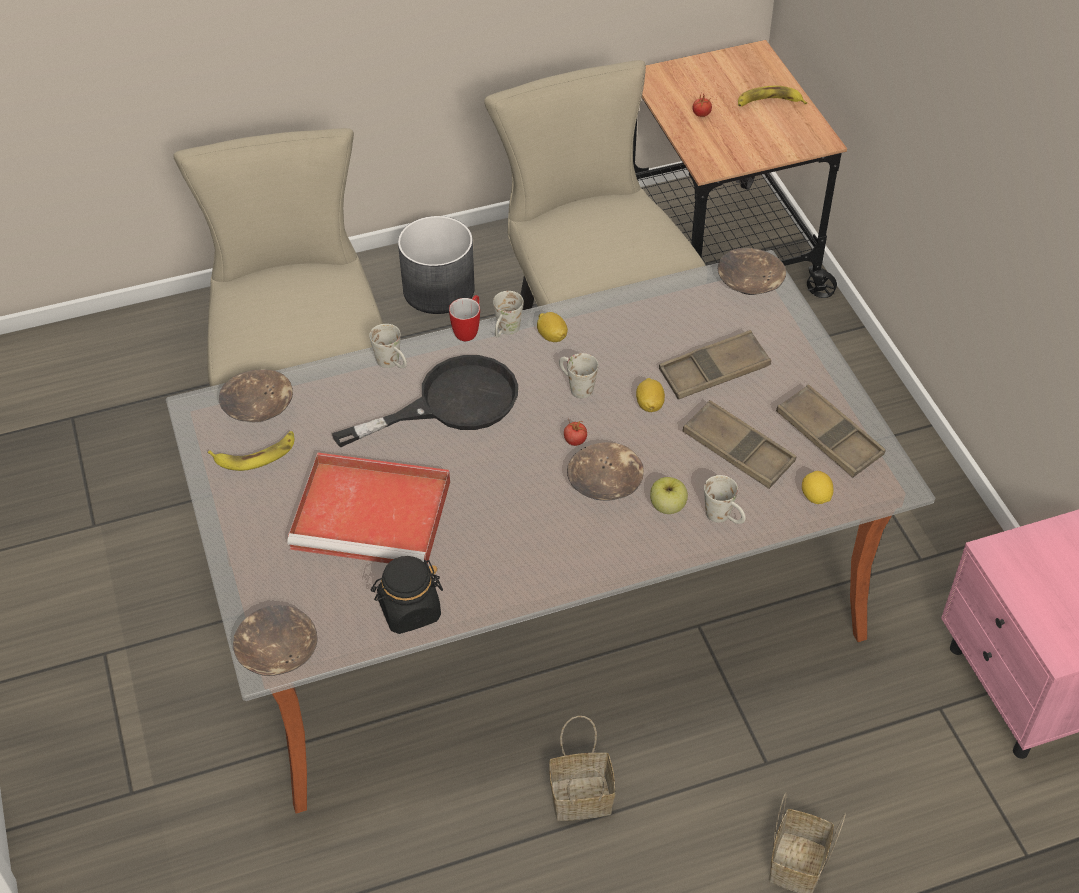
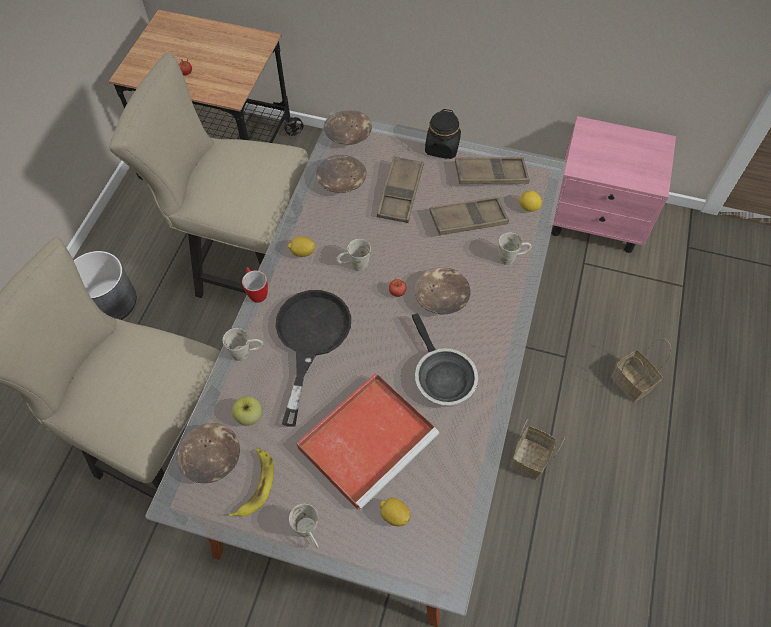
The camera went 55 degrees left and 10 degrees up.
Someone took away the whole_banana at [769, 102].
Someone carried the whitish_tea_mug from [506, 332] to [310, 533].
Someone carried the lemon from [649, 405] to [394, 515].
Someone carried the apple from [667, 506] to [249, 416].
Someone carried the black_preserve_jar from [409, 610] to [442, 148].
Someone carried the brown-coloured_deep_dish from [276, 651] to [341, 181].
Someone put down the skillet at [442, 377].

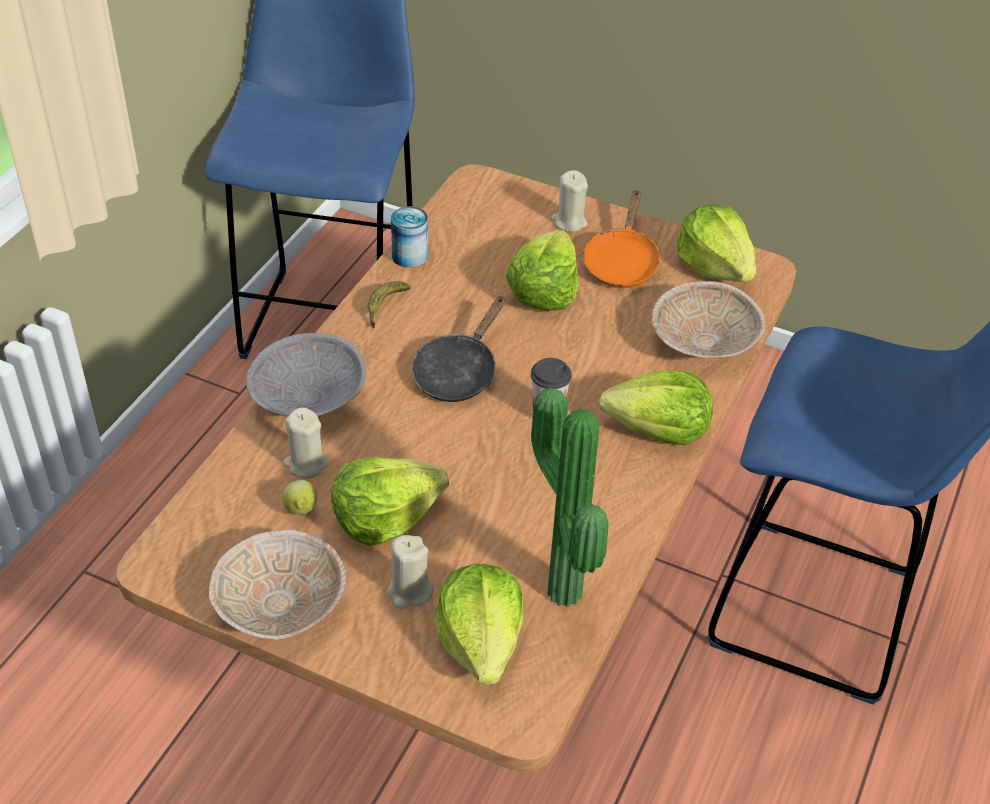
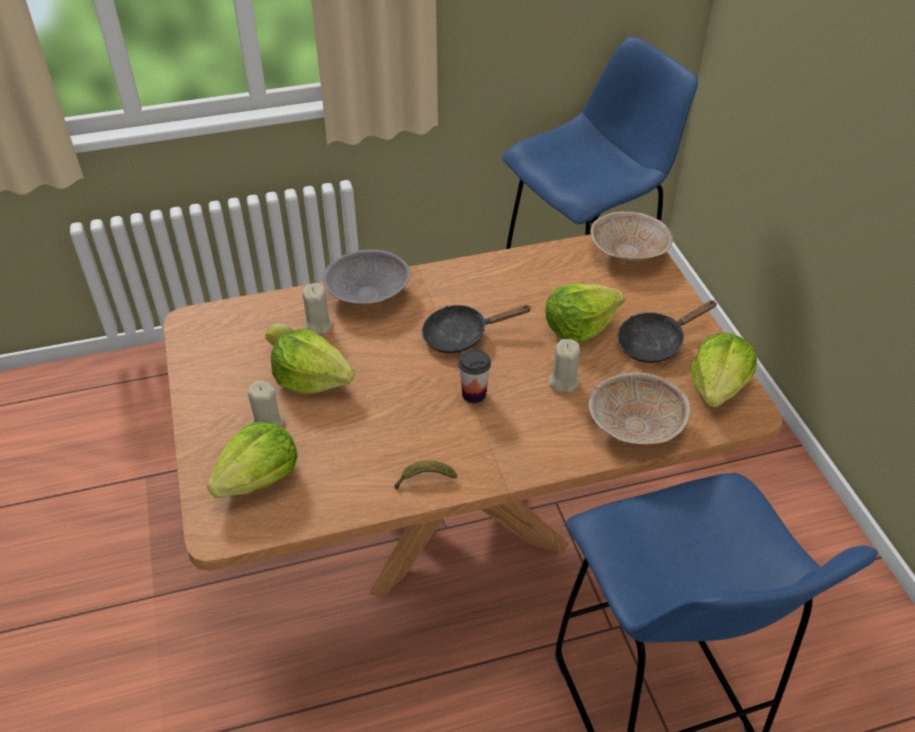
The camera went 50 degrees right and 0 degrees up.
Someone carried the beige_wax_light from [569, 222] to [563, 381].
Someone repainted the orange-coloured_skillet at [621, 262], which became the black_skillet at [655, 342].
Someone took away the sealed_can at [410, 256].
Someone carried the whole_banana from [385, 307] to [424, 479].
Someone took away the lettuce_head at [659, 430].
Someone took away the plant_in_a_pot at [558, 594].
Someone carried the beige_deep_dish from [281, 603] to [629, 252].

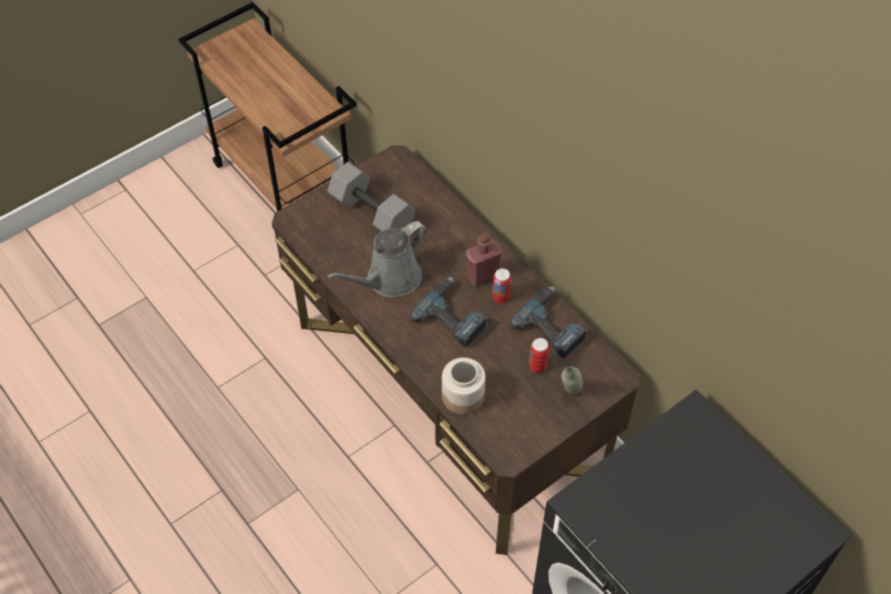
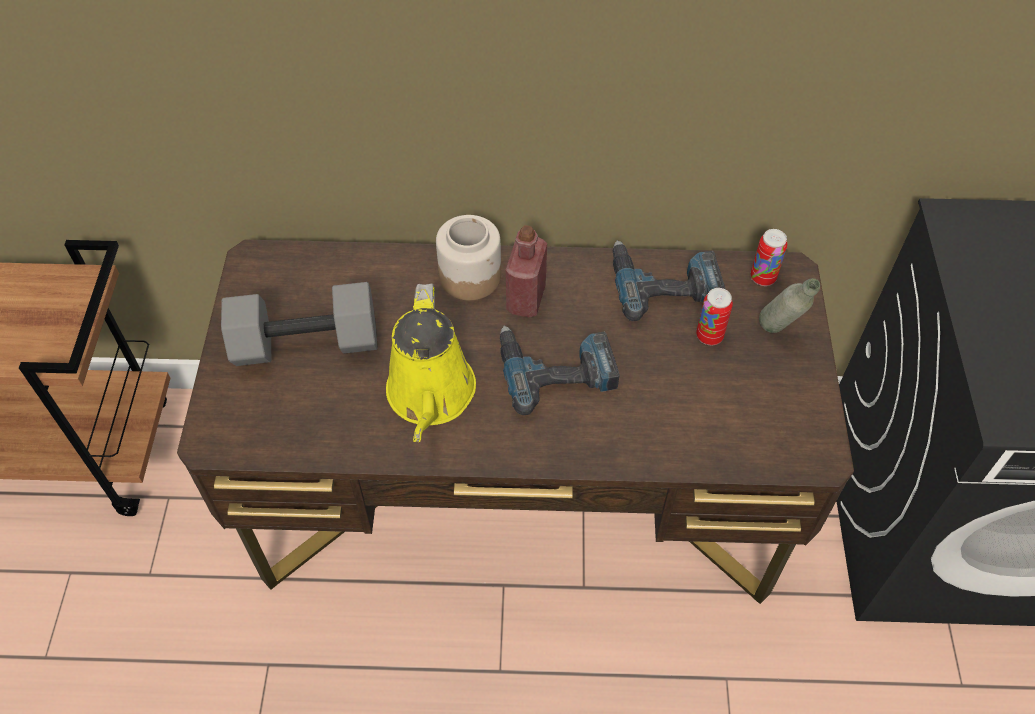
The camera went 50 degrees left and 0 degrees up.
Someone repainted the gray_watering_pot at [389, 279], which became the yellow_watering_pot at [431, 396].
Someone carried the sealed_can from [500, 297] to [762, 278].
Someone carried the preserve_jar from [463, 396] to [470, 276].

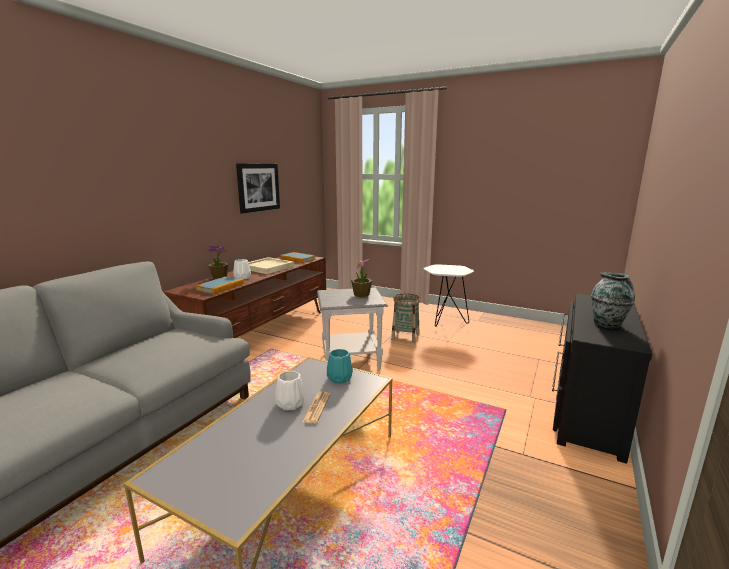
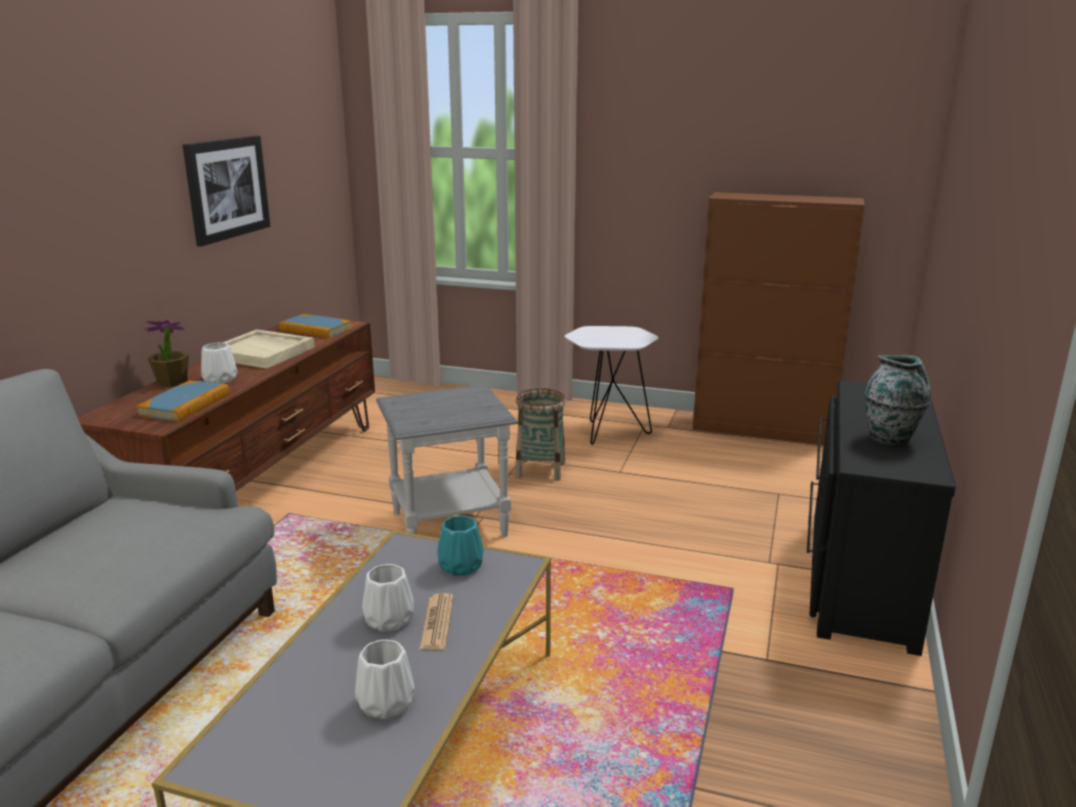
The camera went 10 degrees left and 5 degrees up.
Someone took away the plant_in_a_pot at [361, 295].
Someone put down the brown-coloured_cupboard at [763, 430].
Someone put down the whitish_flower_vase at [385, 703].

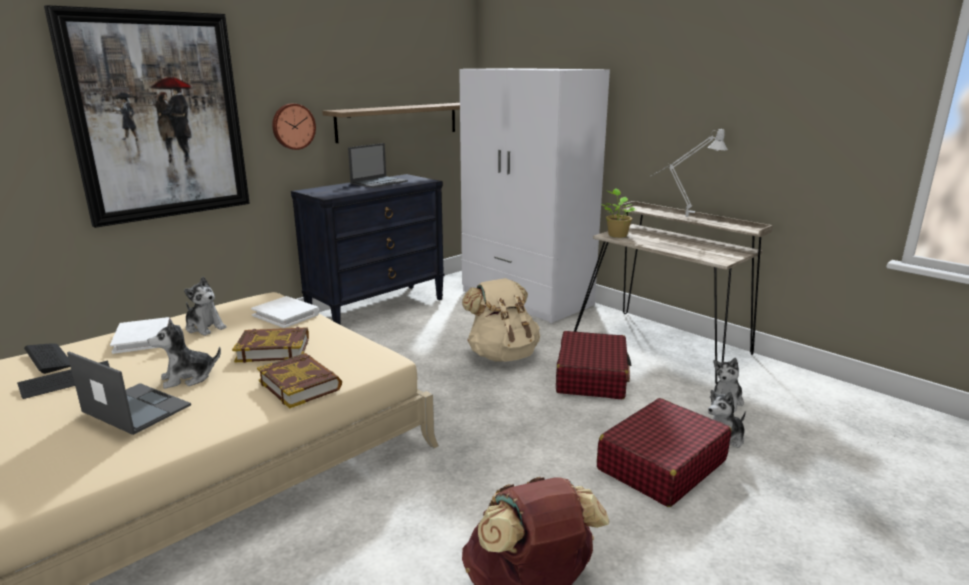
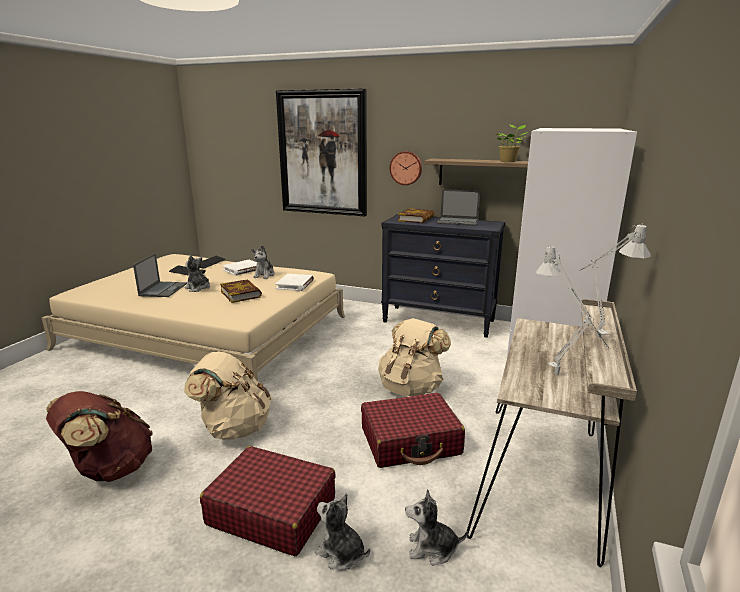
The camera went 65 degrees right and 0 degrees up.
Someone carried the plant_in_a_pot from [617, 235] to [508, 161].
Someone carried the bound_book from [300, 385] to [416, 219].
Someone put down the gray_tabletop_lamp at [561, 378].
Someone put down the beige_rucksack at [234, 428].

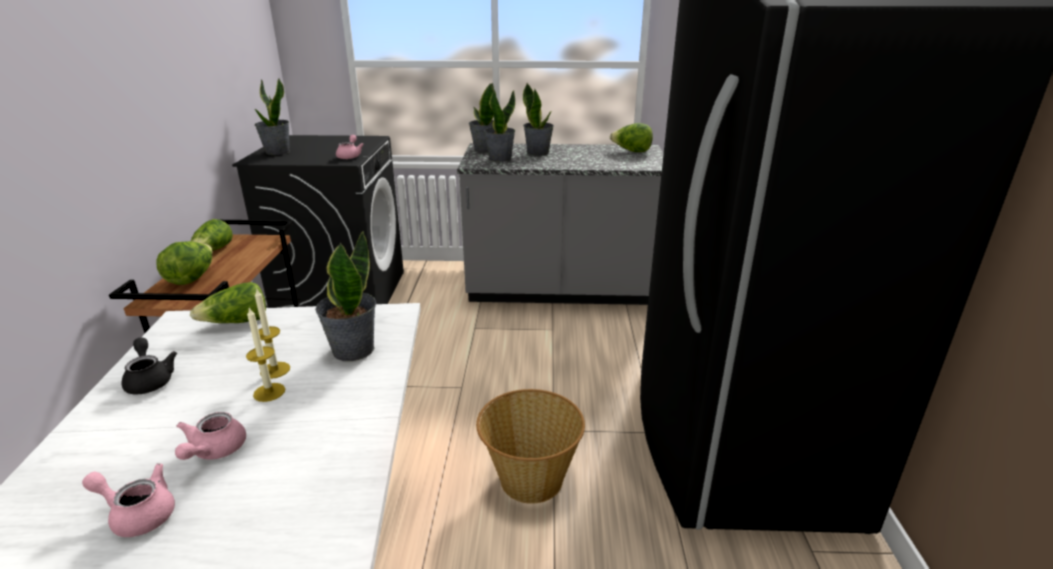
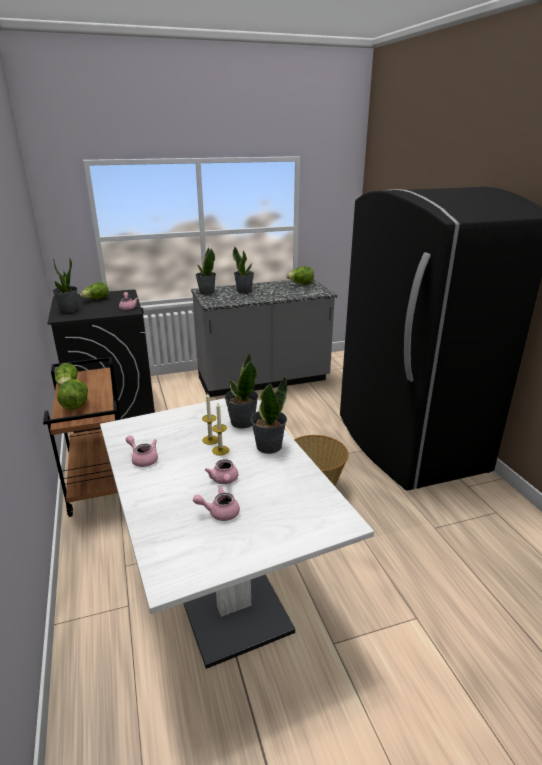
The camera went 20 degrees left and 0 degrees up.
Someone carried the plant_in_a_pot from [499, 158] to [268, 446].
Someone carried the lettuce_head from [237, 322] to [96, 299].
Someone repainted the black_tea_pot at [150, 380], which became the pink-coloured_tea_pot at [143, 459].

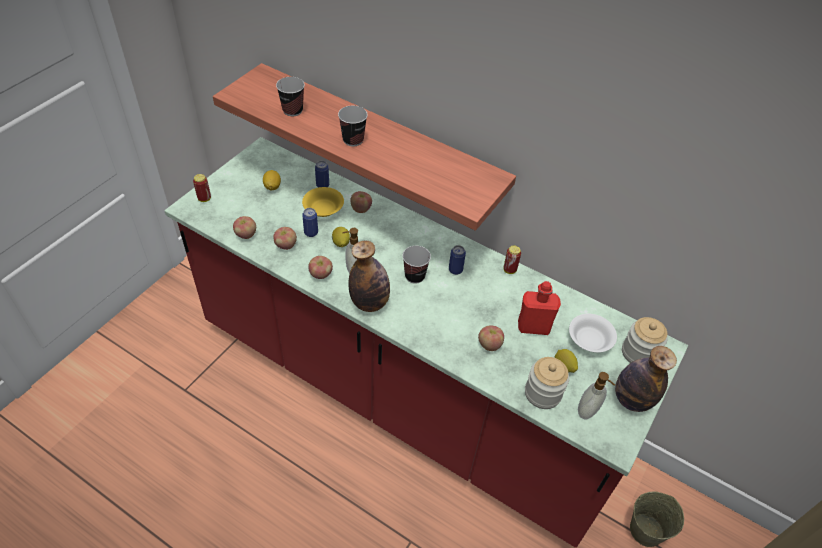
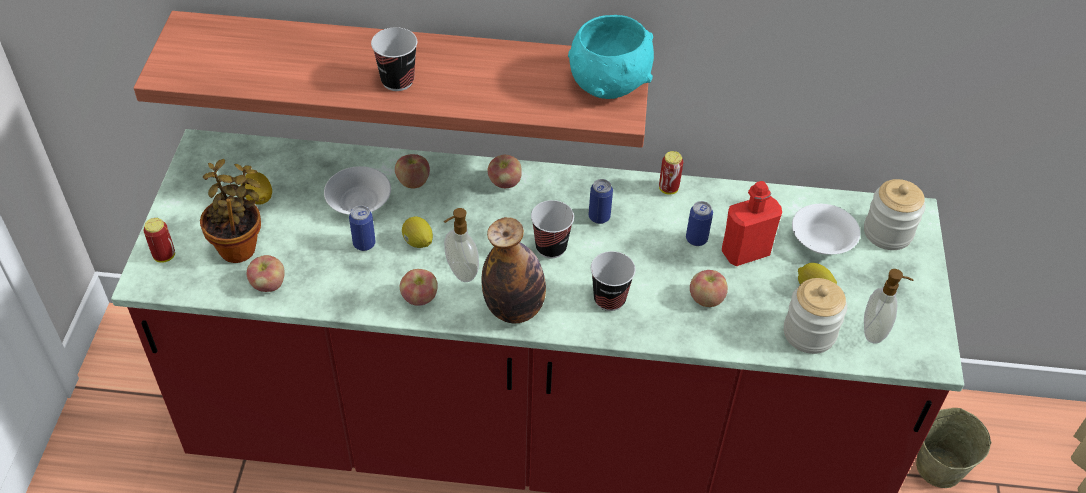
The camera went 25 degrees left and 0 degrees up.
Someone carried the cup from [292, 110] to [609, 299].
Someone carried the sealed_can from [322, 185] to [696, 239].
Someone repainted the yellow_deep_dish at [323, 209], which became the whitish_deep_dish at [359, 203].
Someone carried the apple from [286, 245] to [505, 183].
Someone took away the bottle at [632, 399].
Someone put down the turquoise_deep_dish at [610, 84].
Someone put down the plant_in_a_pot at [239, 246].

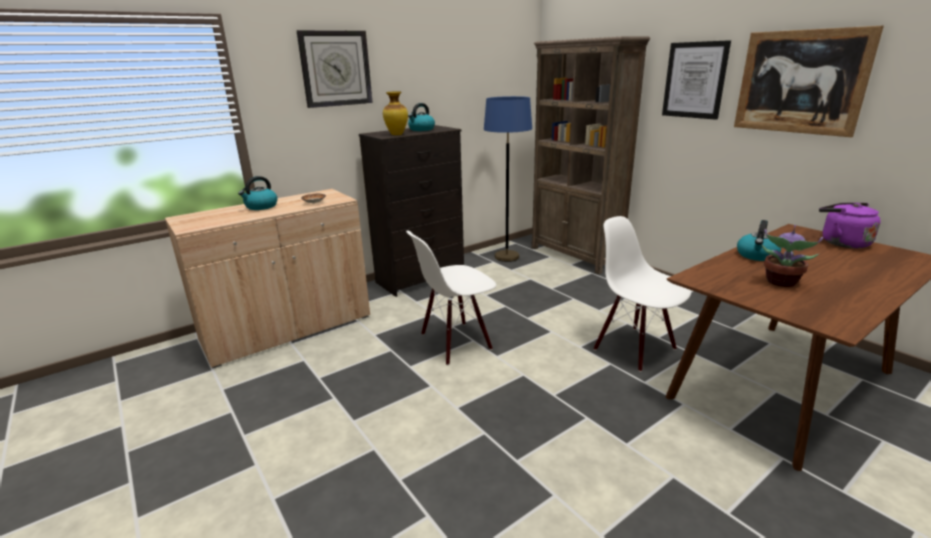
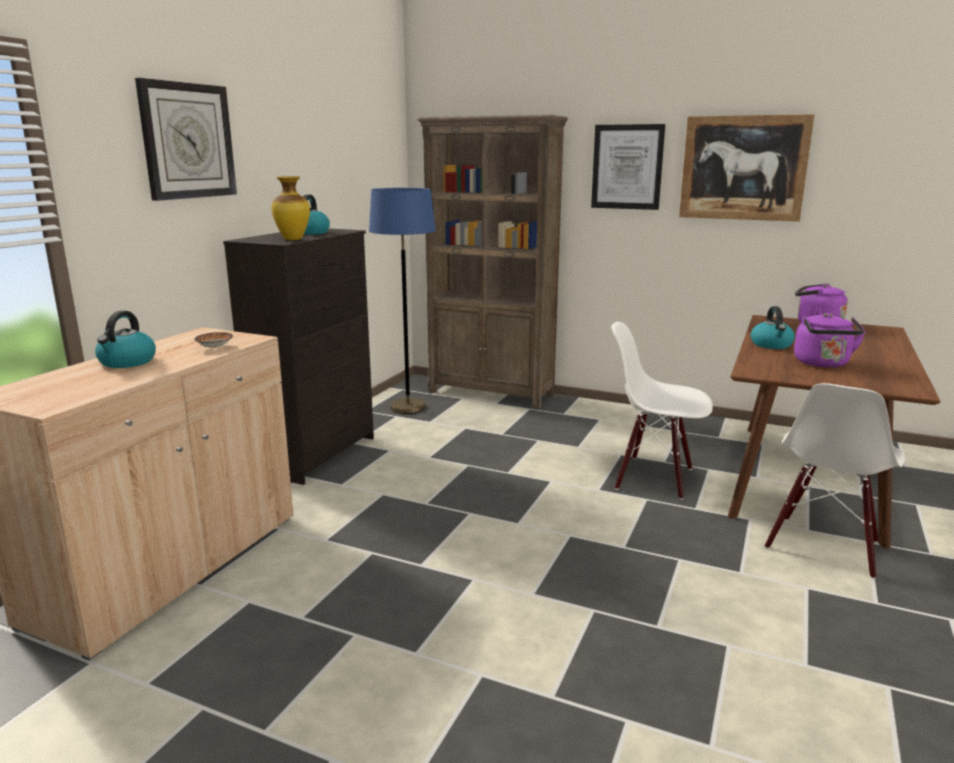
The camera went 30 degrees left and 5 degrees down.
Someone swapped the plant_in_a_pot at [780, 282] for the purplish_water_kettle at [823, 364].
Someone carried the whitish_chair from [455, 342] to [823, 546].

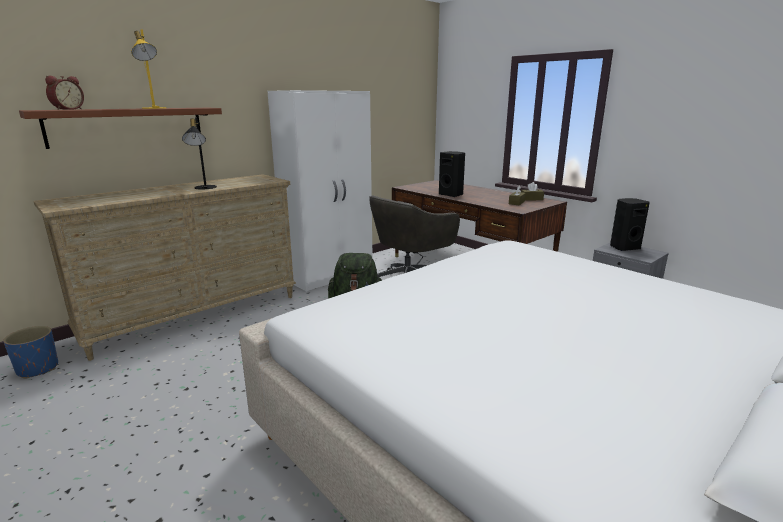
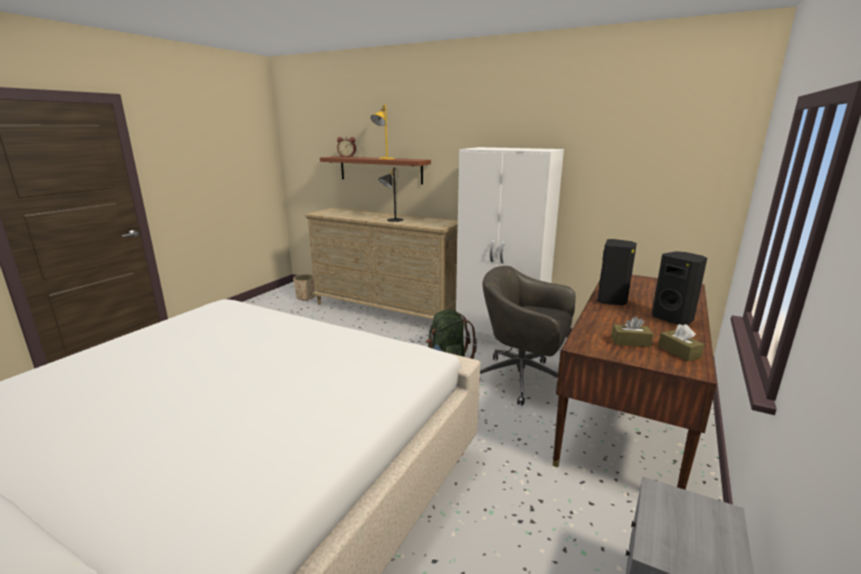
The camera went 70 degrees right and 0 degrees up.
Someone carried the black_speaker from [624, 247] to [673, 319].
Someone repainted the blue_plant_pot at [37, 369], which became the beige_plant_pot at [306, 297].

